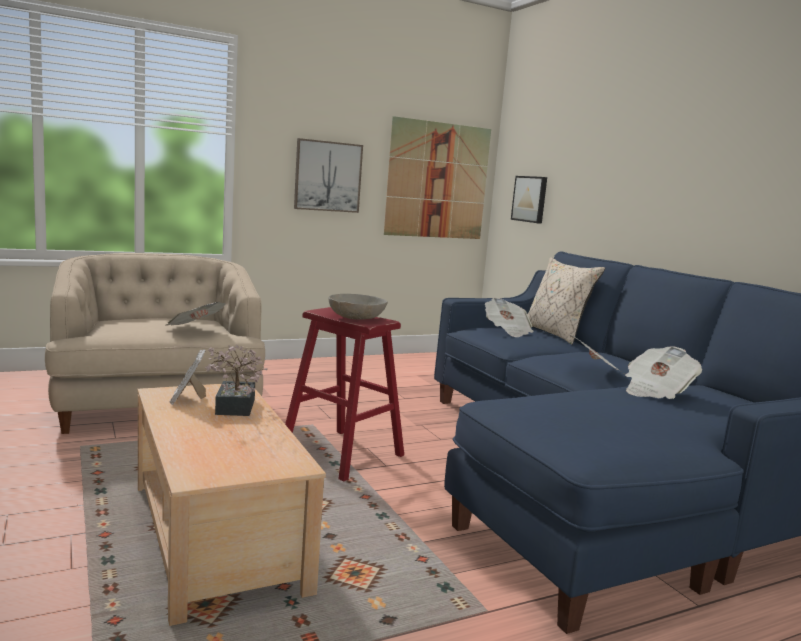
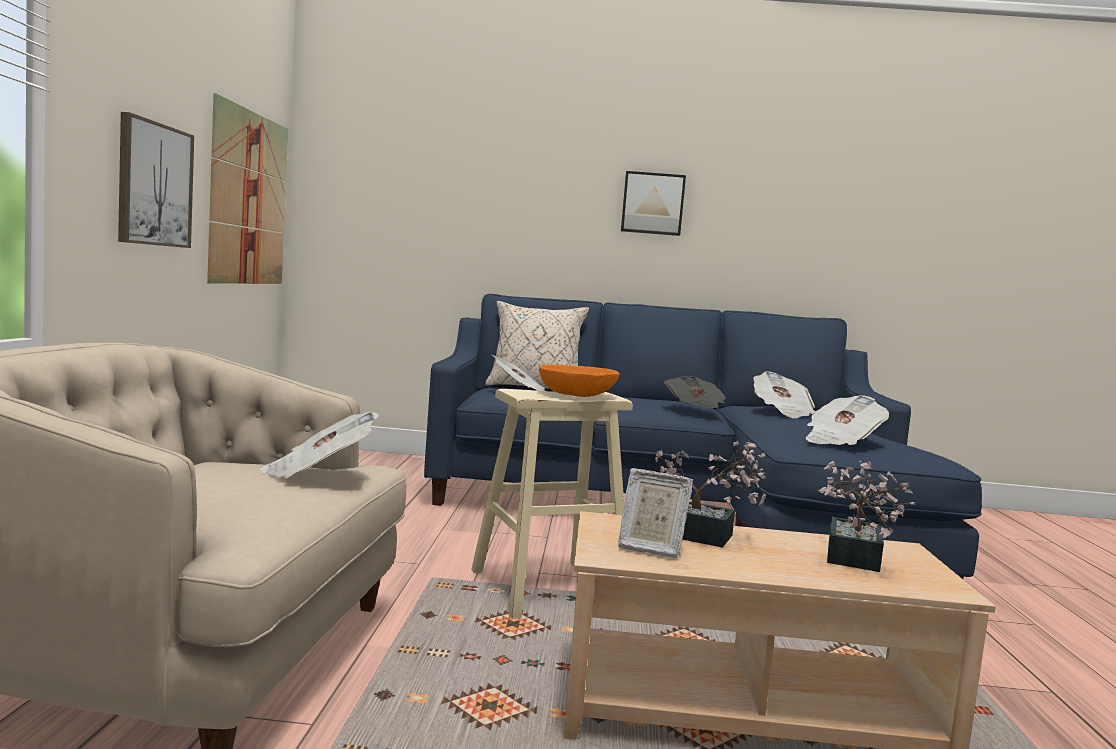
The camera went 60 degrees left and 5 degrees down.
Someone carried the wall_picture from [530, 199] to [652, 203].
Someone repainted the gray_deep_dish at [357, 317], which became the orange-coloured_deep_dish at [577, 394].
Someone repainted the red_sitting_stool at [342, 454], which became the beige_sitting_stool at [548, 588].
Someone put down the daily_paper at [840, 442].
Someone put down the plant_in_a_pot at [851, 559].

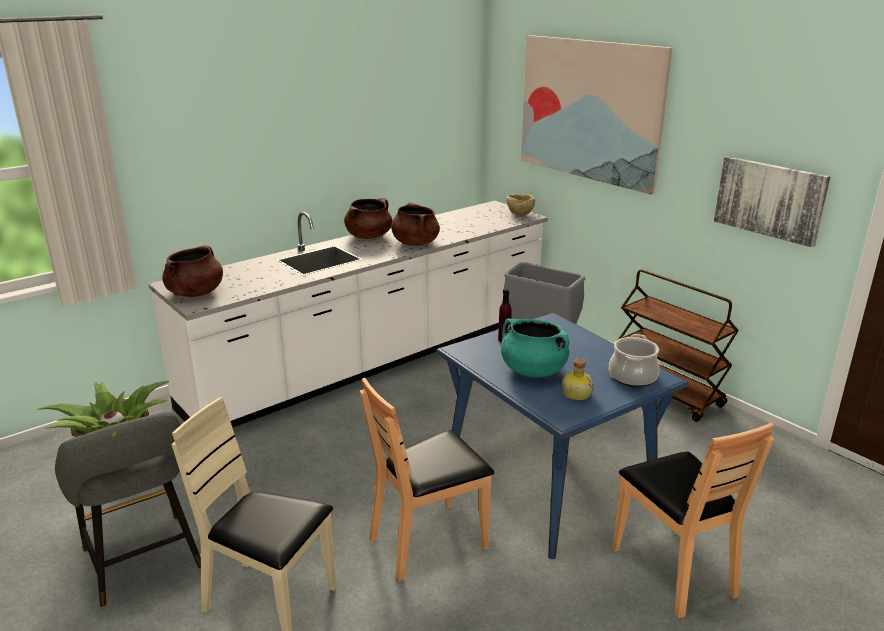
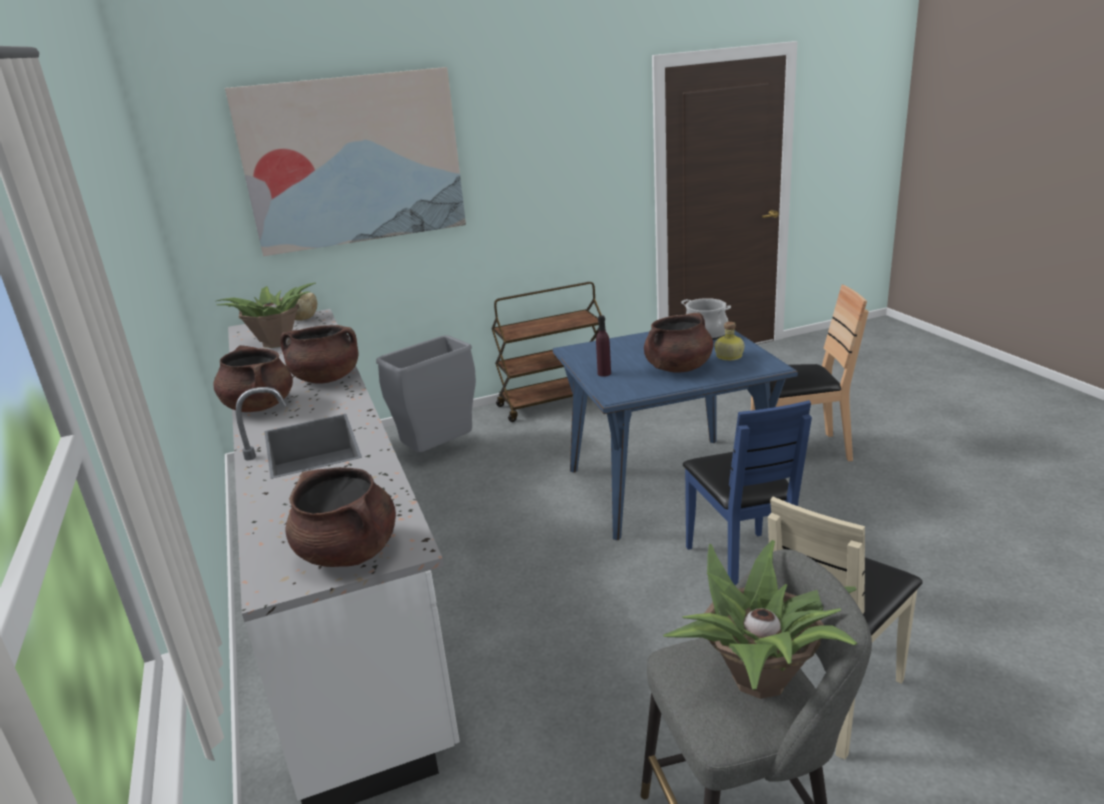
The camera went 70 degrees left and 0 degrees up.
Someone took away the wall_picture at [770, 199].
Someone repainted the turquoise_cooking_pot at [533, 370], which became the brown-coloured_cooking_pot at [678, 368].
Someone repainted the brown-coloured_chair at [428, 541], which became the blue_chair at [742, 567].
Someone put down the plant_in_a_pot at [275, 343].

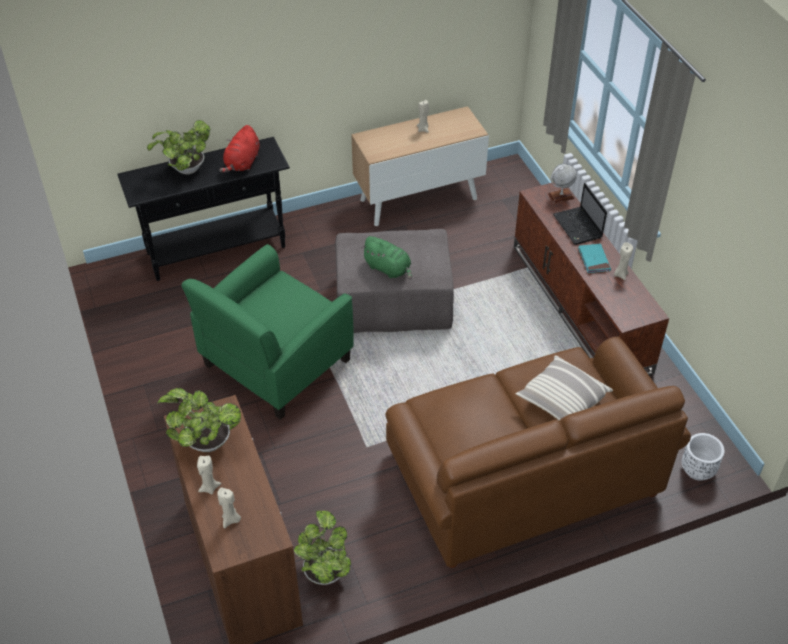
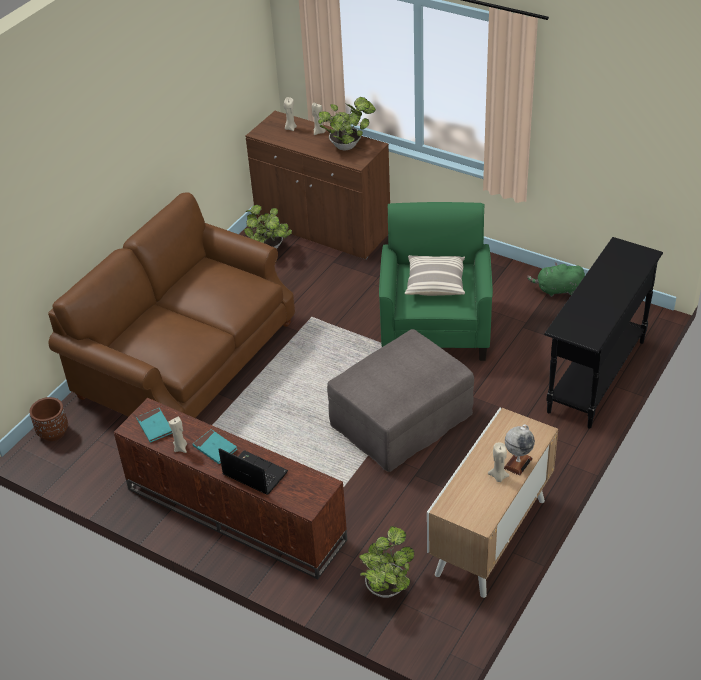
The camera went 145 degrees right and 5 degrees down.
Someone carried the plant_in_a_pot from [185, 170] to [387, 586].
Someone took away the red_plush_toy at [242, 163].
Someone carried the desk_globe from [560, 196] to [518, 463].
Someone carried the greenish_plush_toy from [388, 269] to [557, 290].
Someone carried the cushion from [562, 400] to [435, 283].
Someone repainted the whitish_plant_pot at [697, 470], which became the brown-coloured_plant_pot at [53, 432].
Someone put down the turquoise_bound_book at [155, 426].

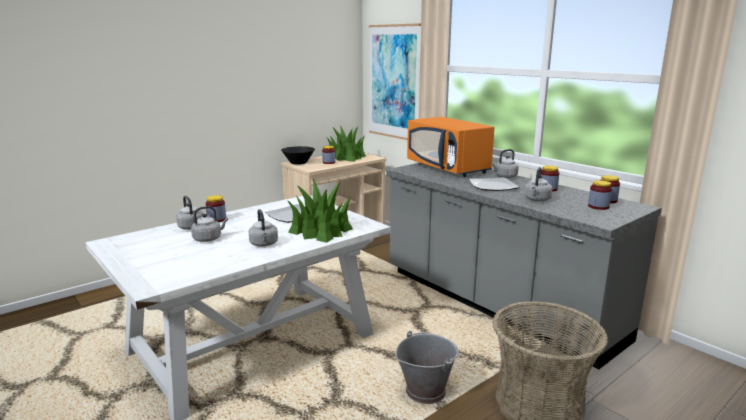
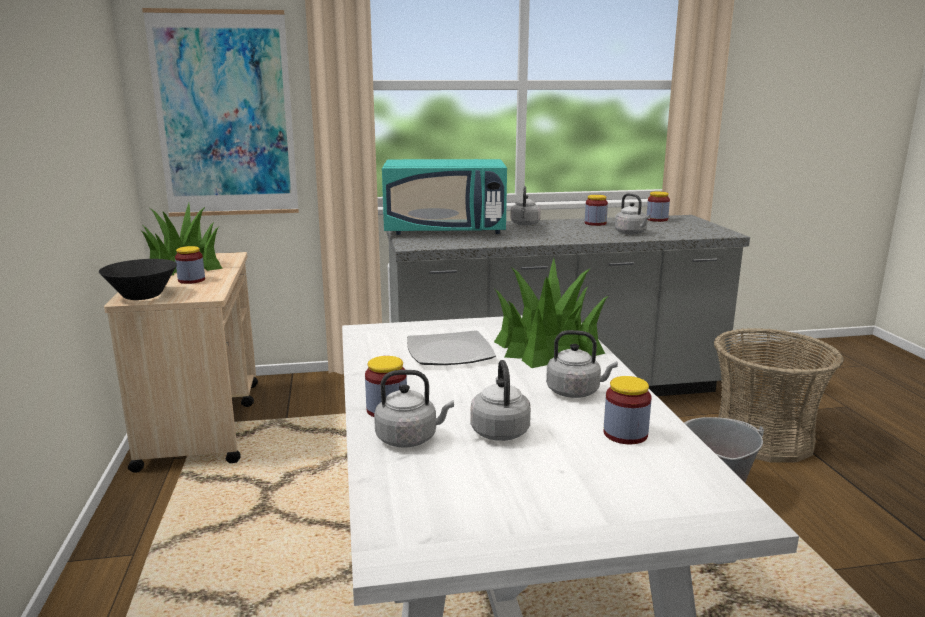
The camera went 60 degrees left and 0 degrees up.
Someone repainted the orange-coloured_kitchen_microwave at [448, 168], which became the turquoise_kitchen_microwave at [445, 231].
Someone took away the plate at [492, 186].
Someone carried the preserve_jar from [598, 206] to [625, 434].

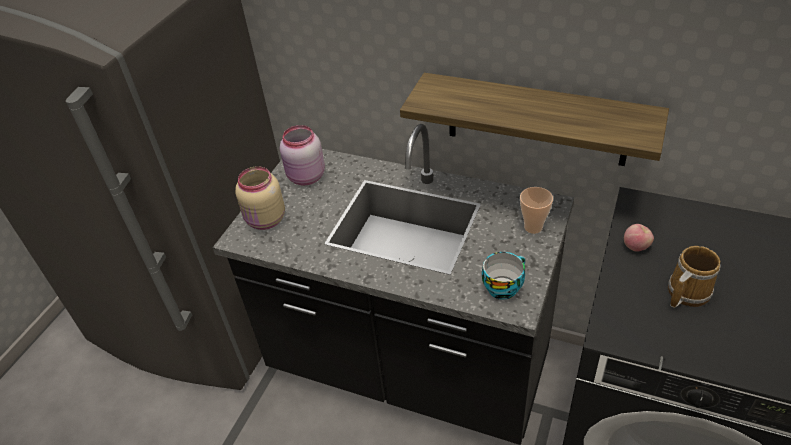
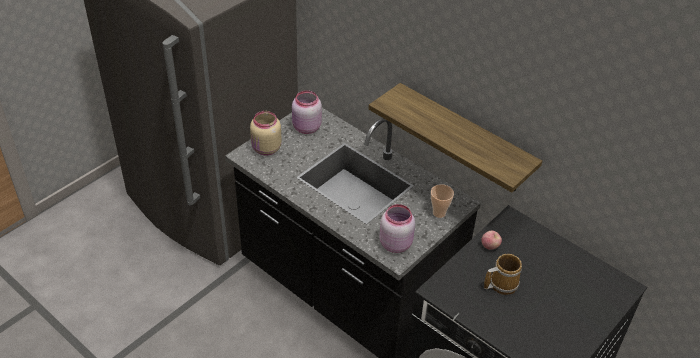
The camera went 15 degrees right and 0 degrees up.
Someone swapped the cup at [503, 286] for the pink-coloured_preserve_jar at [395, 243].

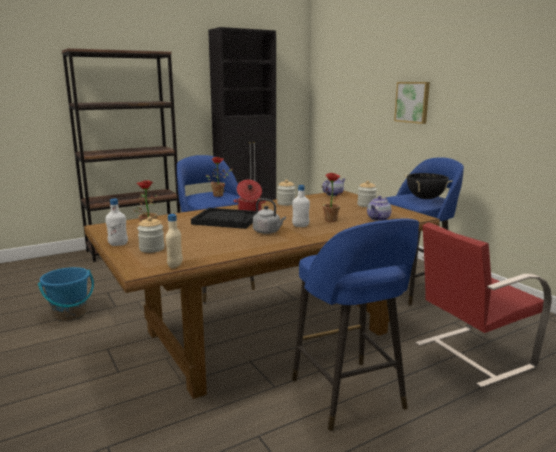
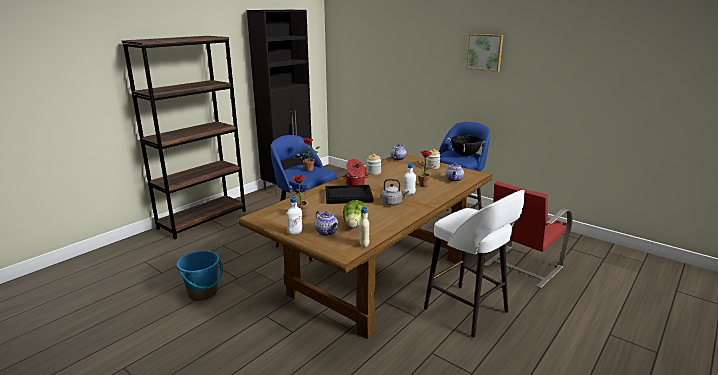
The camera went 20 degrees left and 5 degrees up.
Someone carried the wall_picture from [412, 102] to [485, 52].
Someone swapped the preserve_jar at [152, 249] for the tea_pot at [327, 232].
Someone repainted the blue_sitting_stool at [349, 396], which became the whitish_sitting_stool at [468, 311].
Someone put down the lettuce_head at [355, 226].

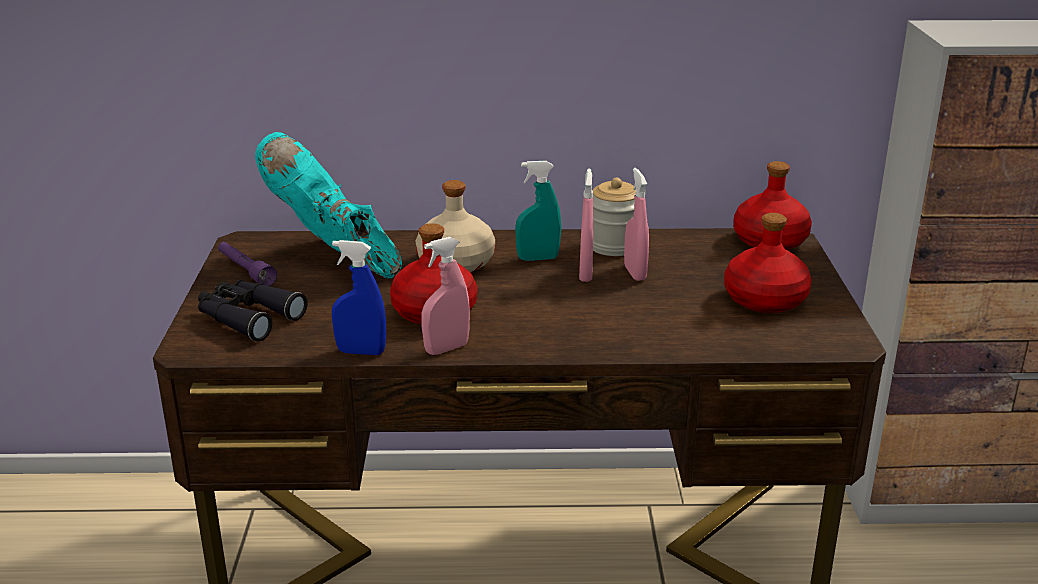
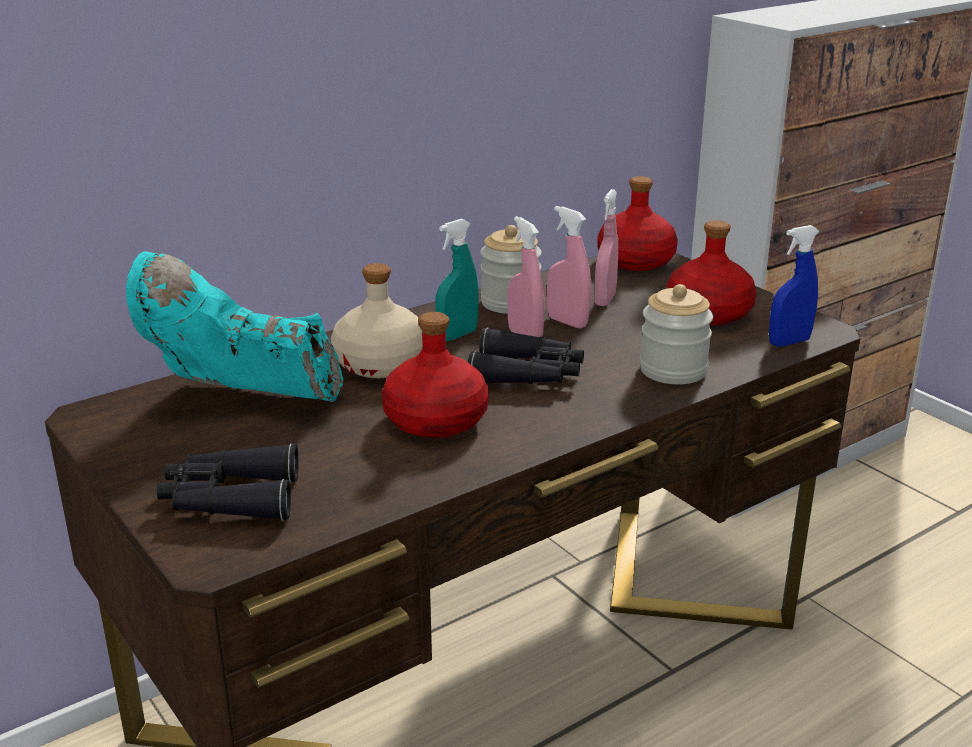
The camera went 35 degrees left and 0 degrees up.
Someone carried the pink-coloured_spray_bottle from [446, 349] to [605, 300].
Someone carried the blue_spray_bottle from [361, 352] to [789, 342].
Someone took away the purplish_hand_torch at [245, 271].
Someone put down the preserve_jar at [673, 370].
Someone put down the black_field_glasses at [528, 374].

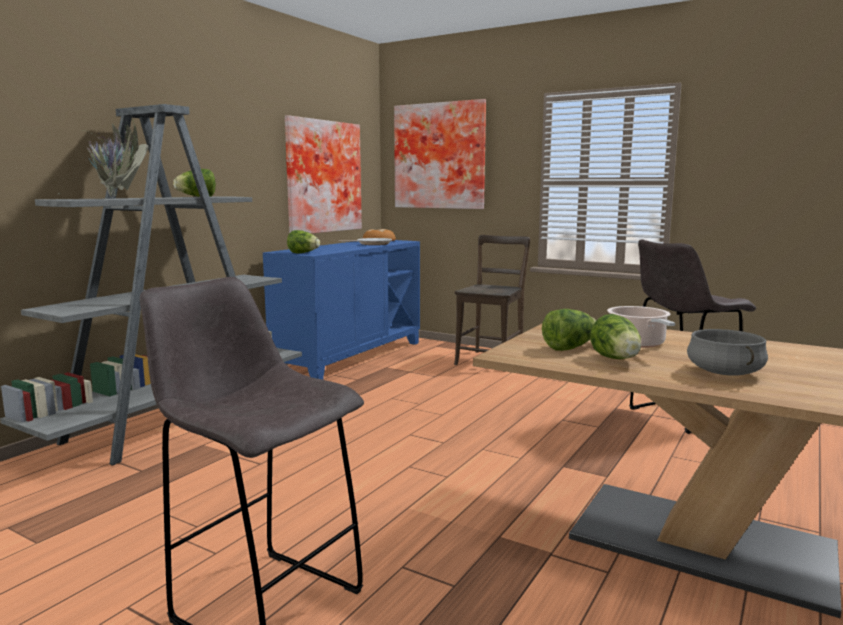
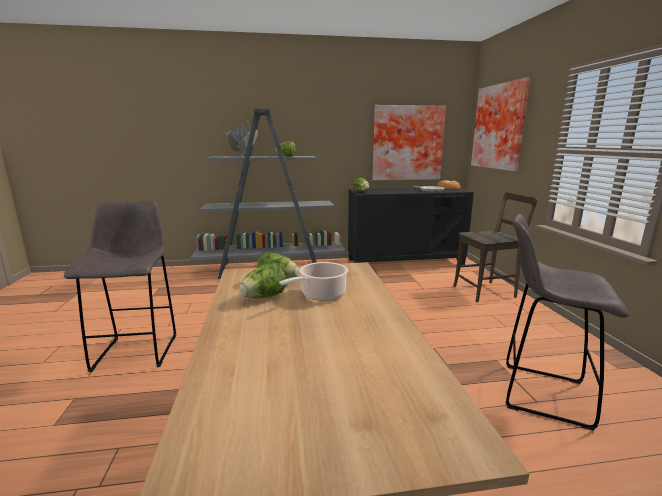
The camera went 50 degrees right and 5 degrees up.
Someone repainted the blue_cupboard at [350, 356], which became the black_cupboard at [405, 262].
Someone took away the gray_cooking_pot at [723, 372].

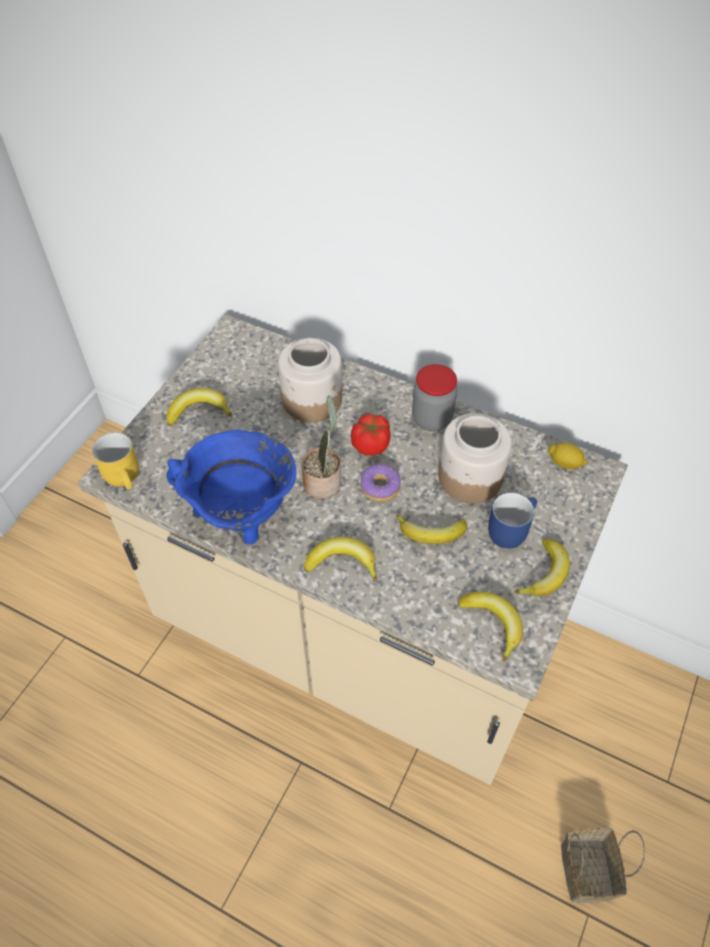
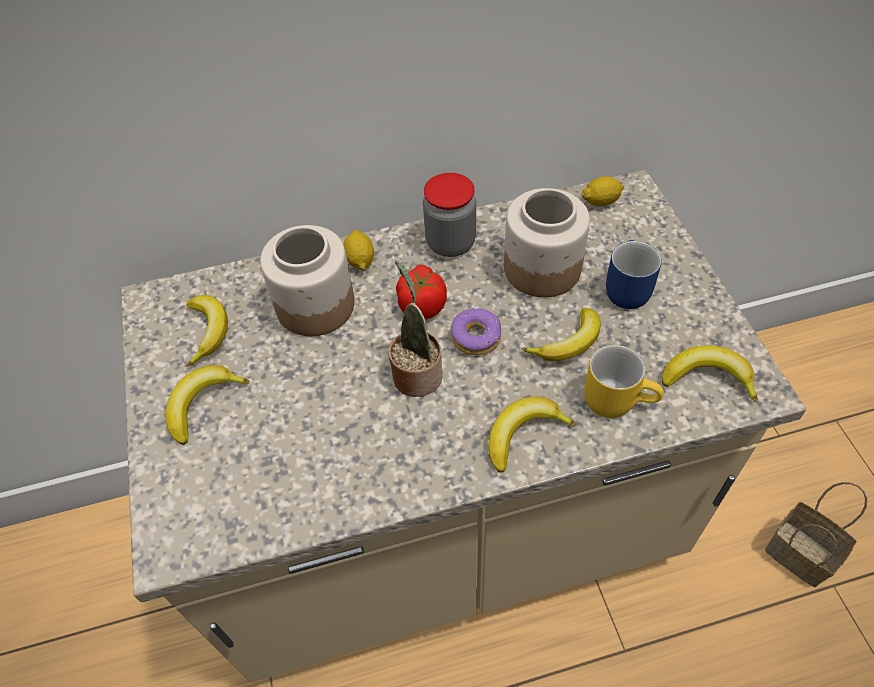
The camera went 40 degrees left and 0 degrees up.
Someone took away the blue_cooking_pot at [242, 517].
Someone carried the yellow_tea_mug from [126, 477] to [617, 398].
Someone carried the whole_banana from [545, 574] to [208, 331].
Someone put down the lemon at [360, 260].

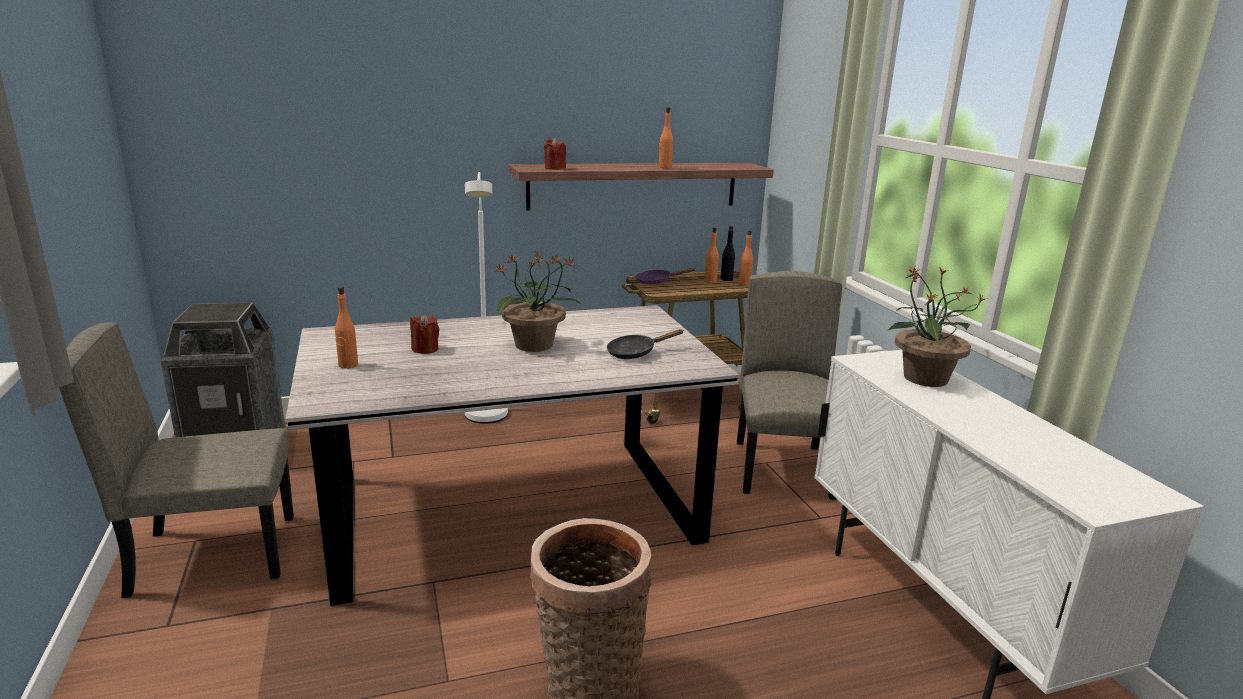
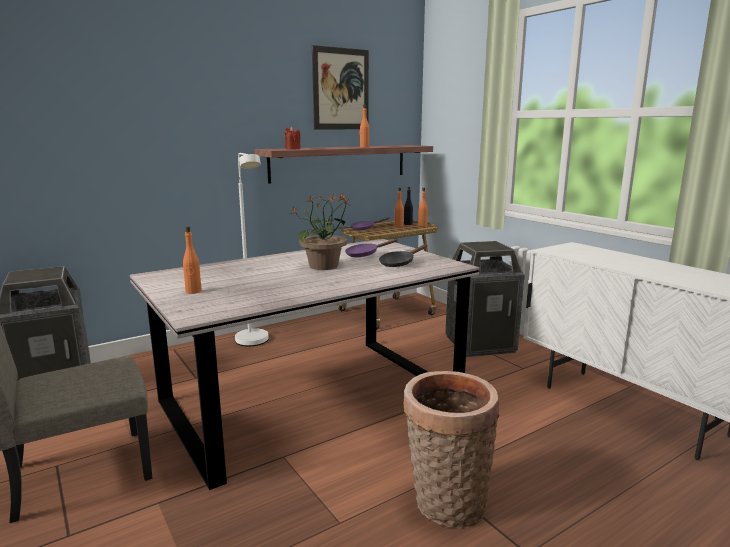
The camera went 15 degrees left and 5 degrees down.
Someone took away the plant_in_a_pot at [924, 378].
Someone swapped the beige_chair at [783, 469] for the waste_bin at [480, 344].
Someone took away the red_wax_light at [425, 349].
Someone put up the wall_picture at [341, 89].
Someone put down the purplish_skillet at [365, 254].

